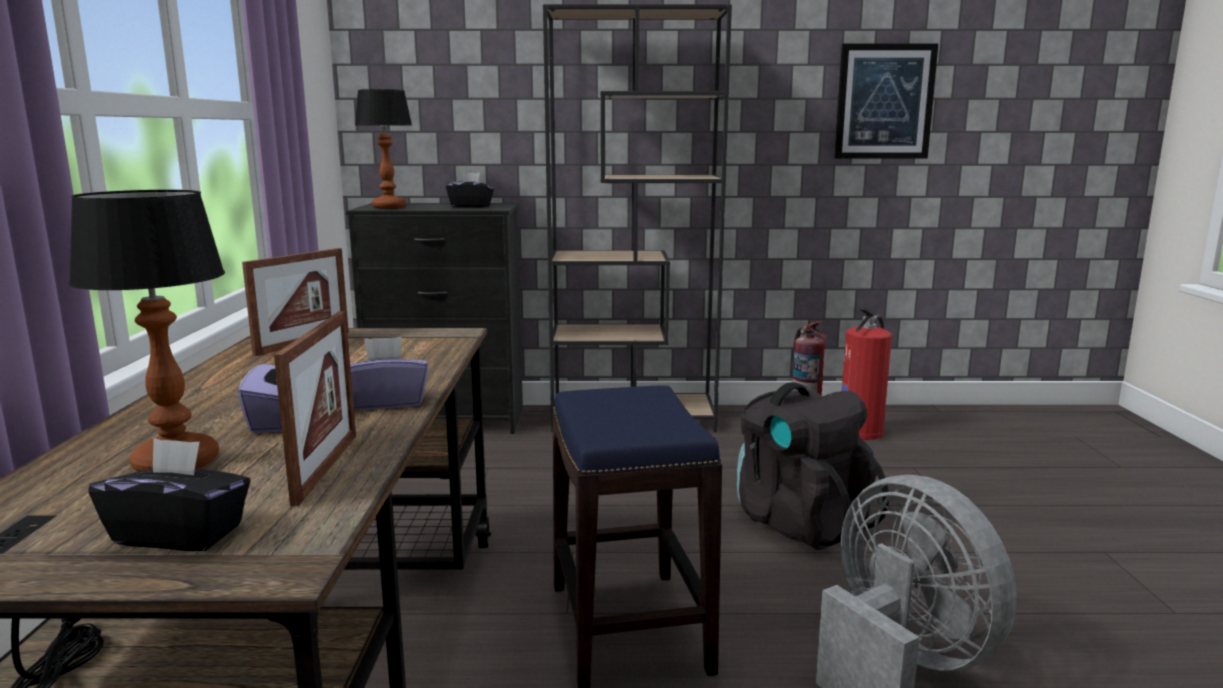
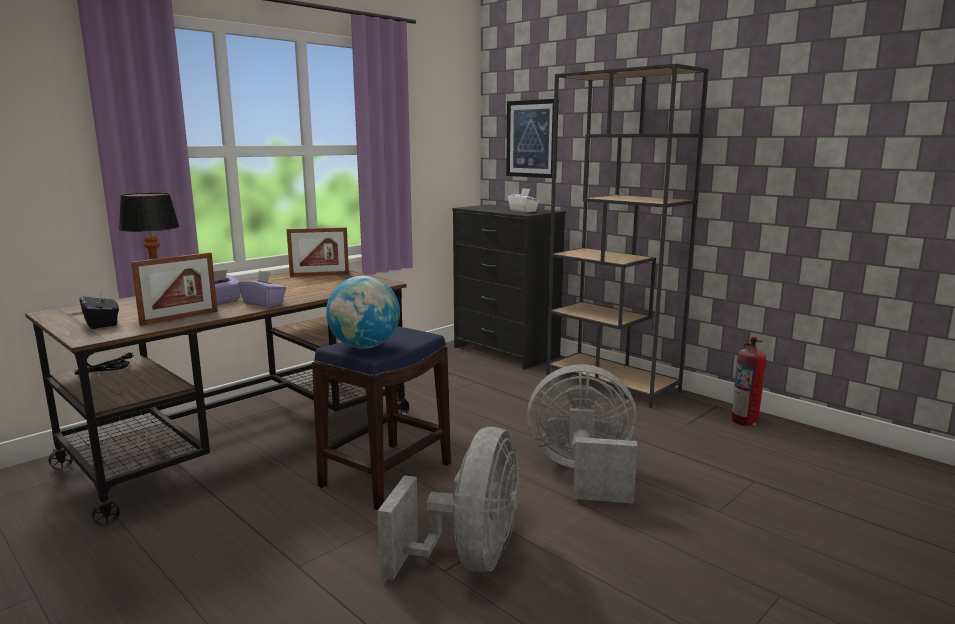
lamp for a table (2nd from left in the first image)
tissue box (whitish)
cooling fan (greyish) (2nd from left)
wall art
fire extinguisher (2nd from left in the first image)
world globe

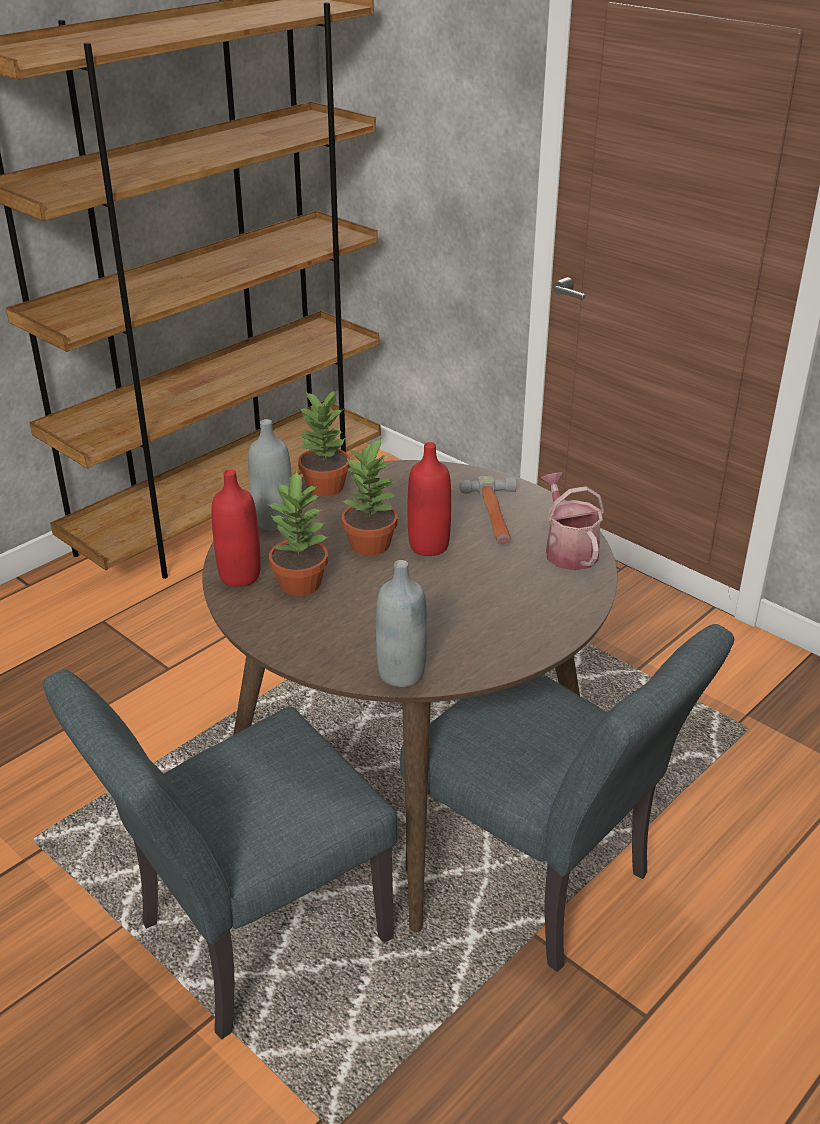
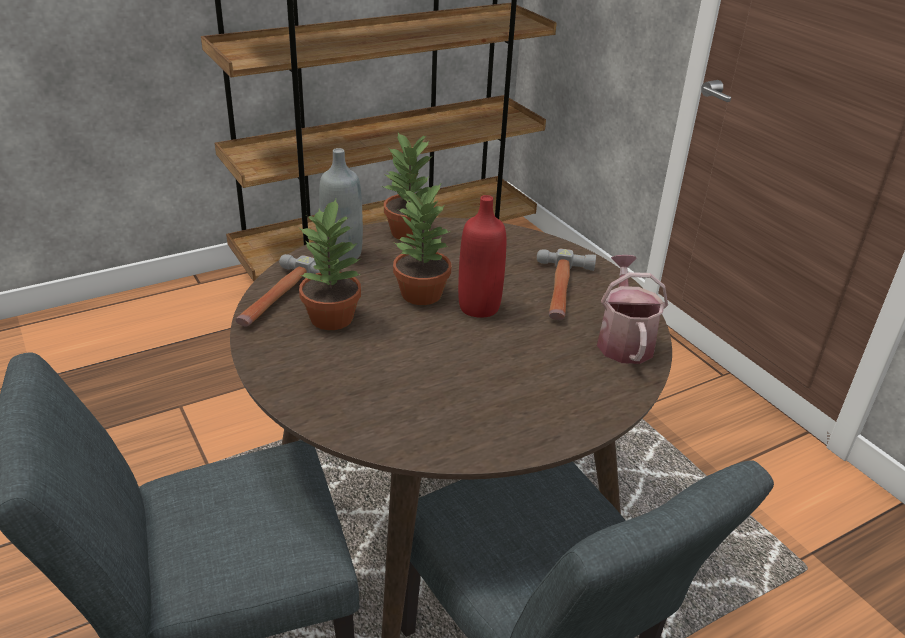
hammer (1st from left)
beverage bottle (greyish) (2nd from left in the first image)

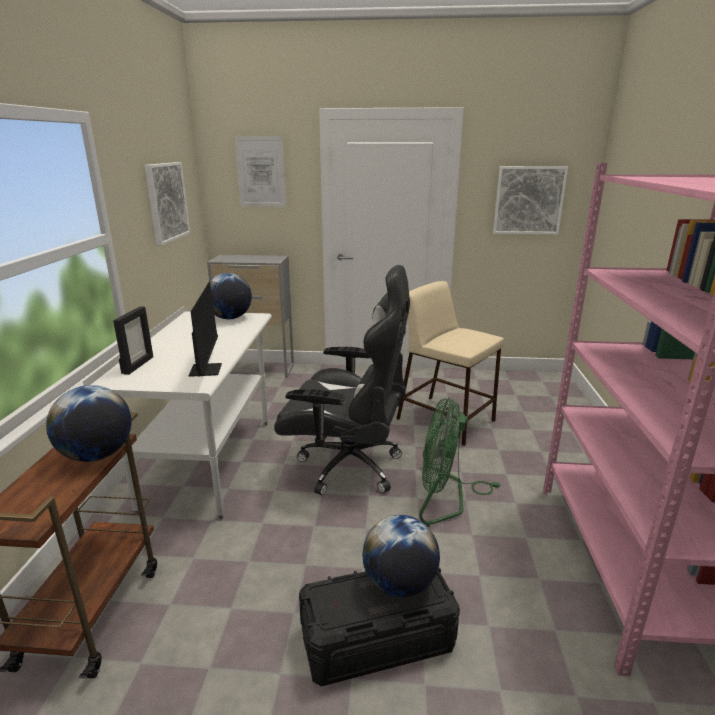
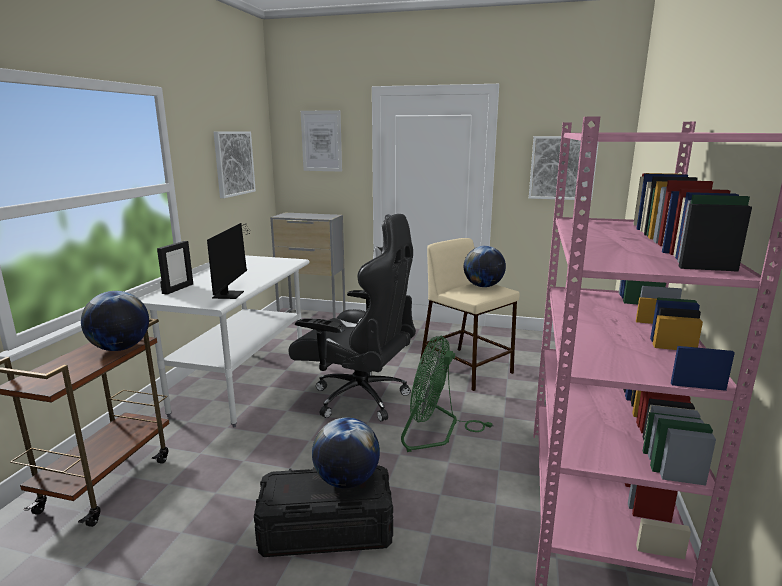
world globe (3rd from left)

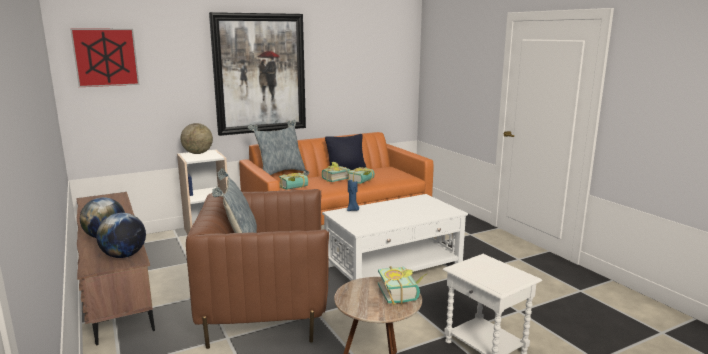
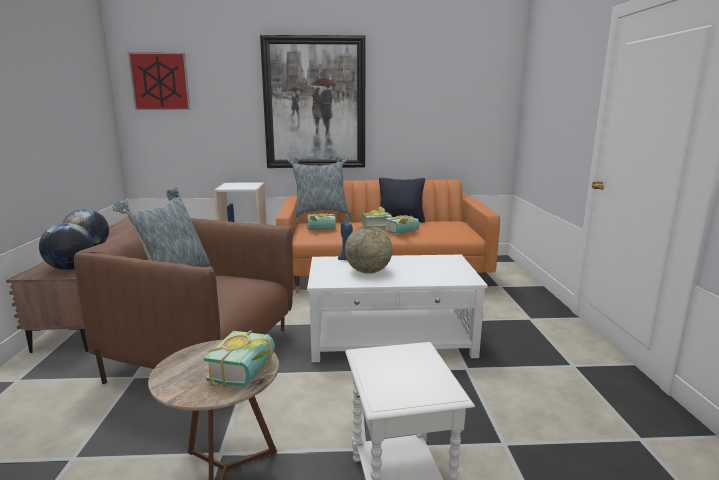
world globe (3rd from left)

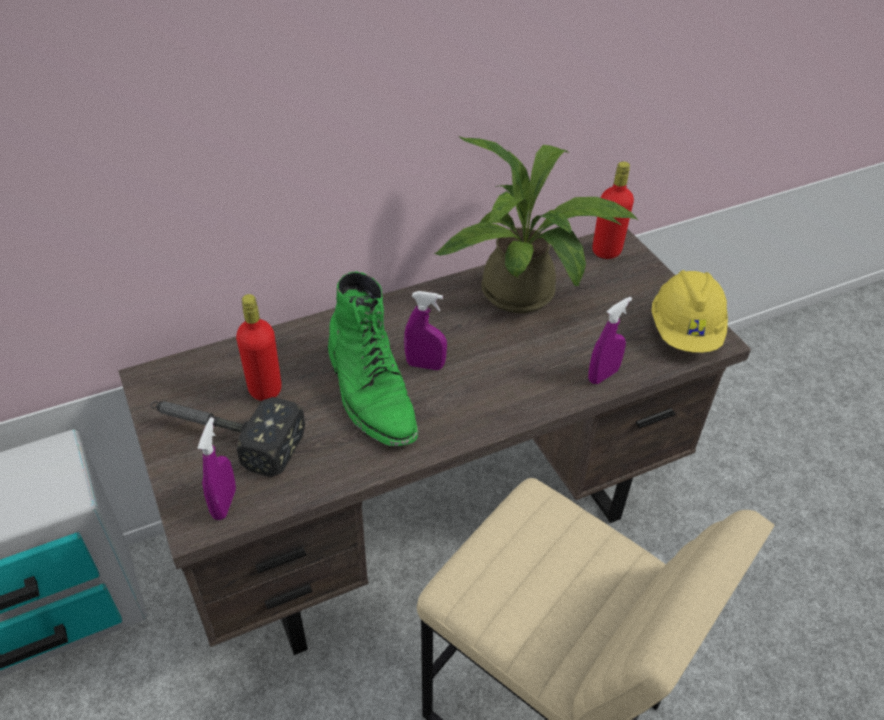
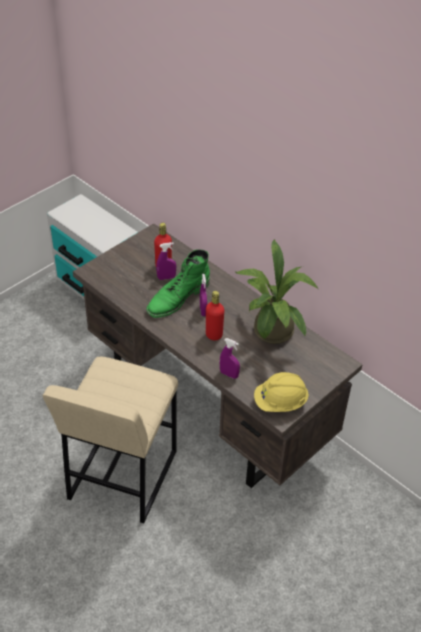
hammer
spray bottle (purple-coloured) (1st from left)
beverage bottle (red) (2nd from left)

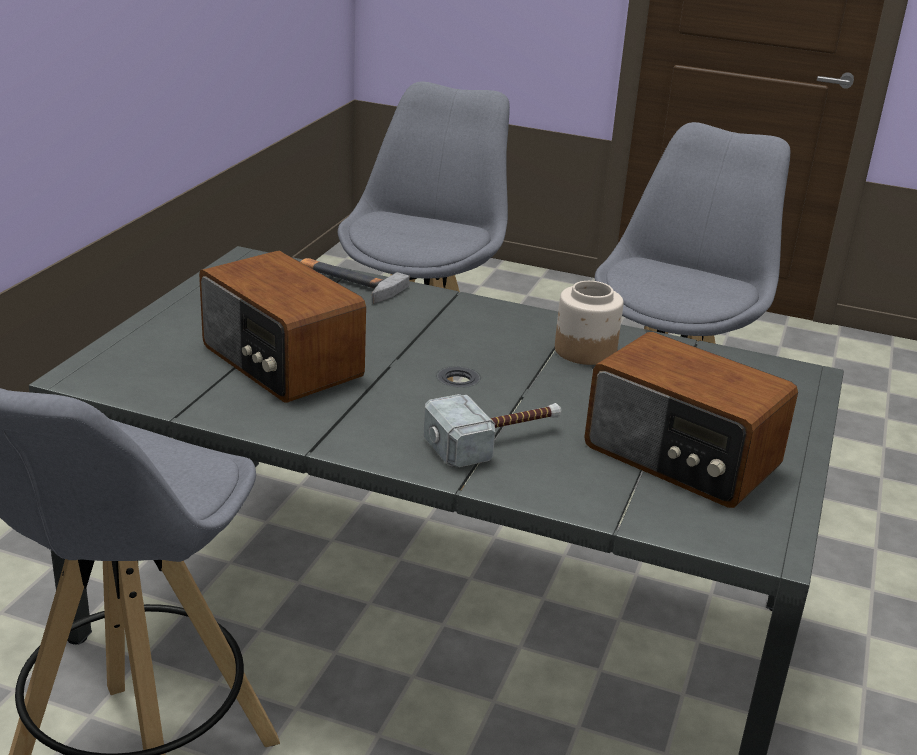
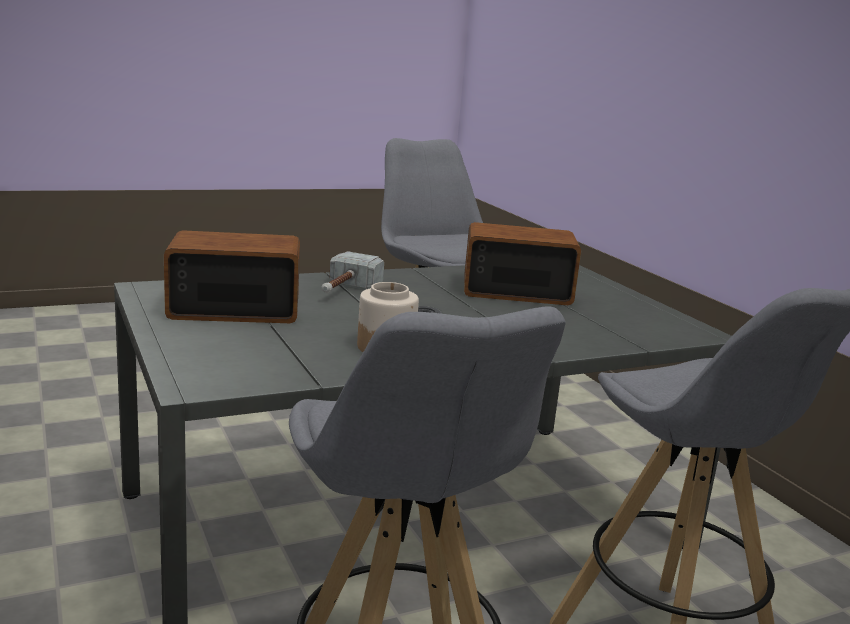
hammer (1st from left in the first image)

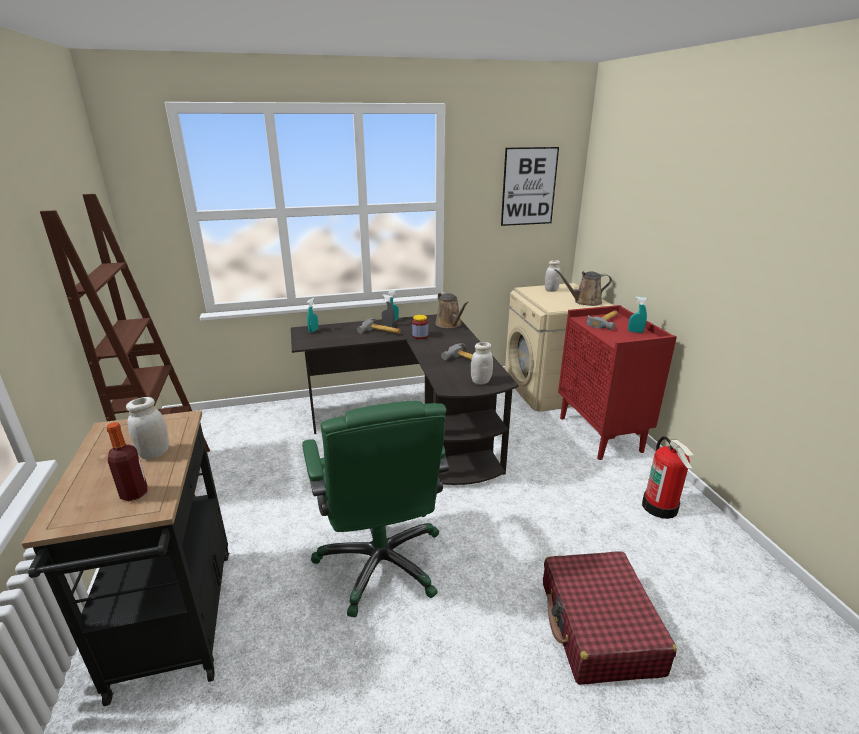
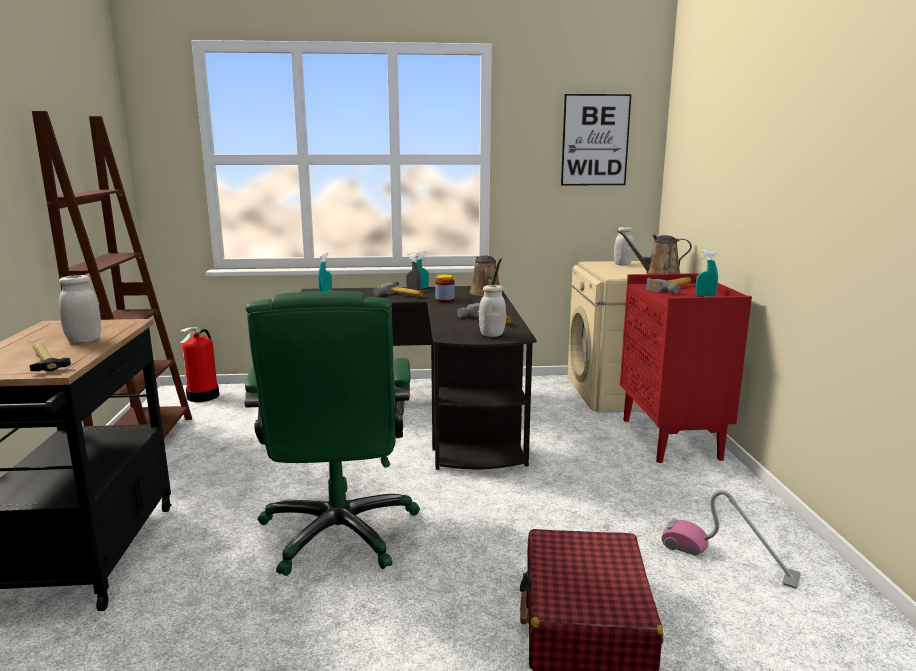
hammer (1st from left)
fire extinguisher
vacuum cleaner

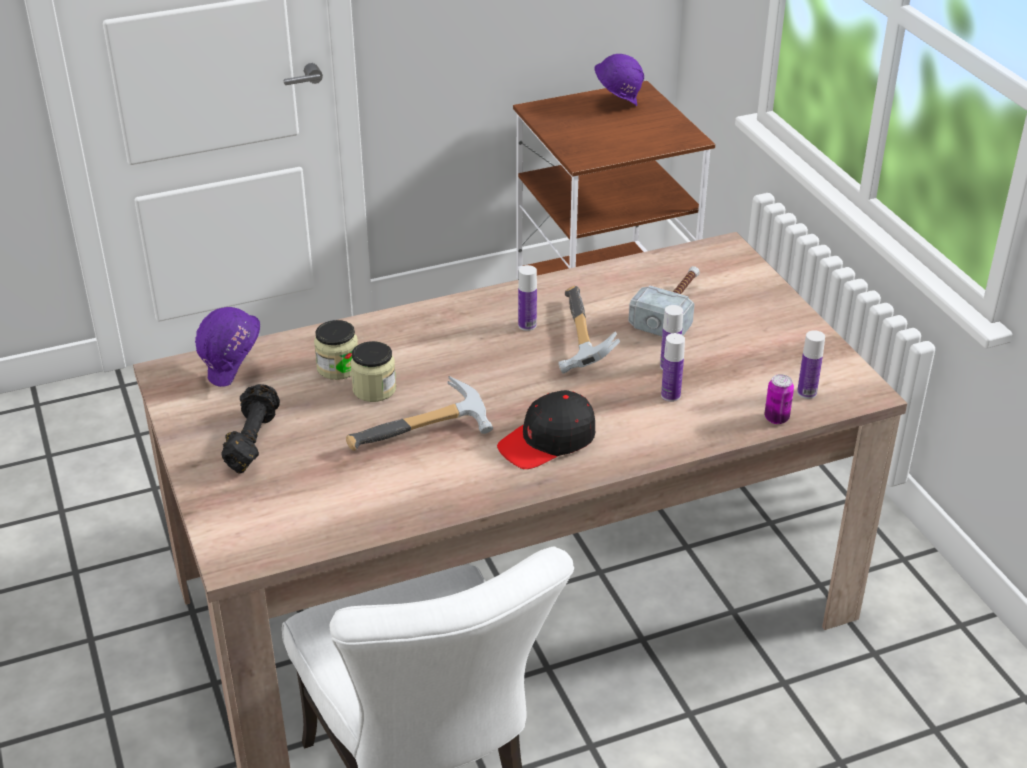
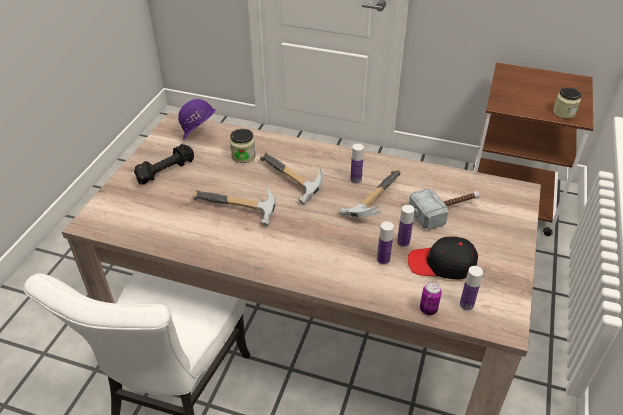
jar (2nd from left)
baseball cap (blackish)
work helmet (purple-coloured) (2nd from left in the first image)
hammer (2nd from left)

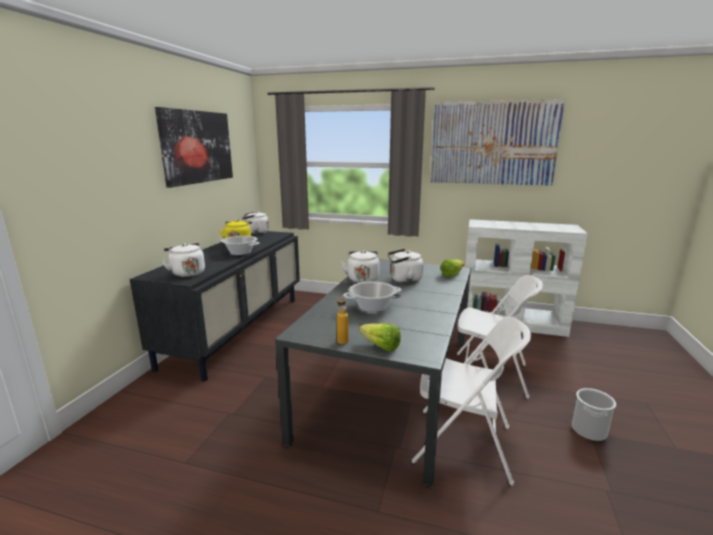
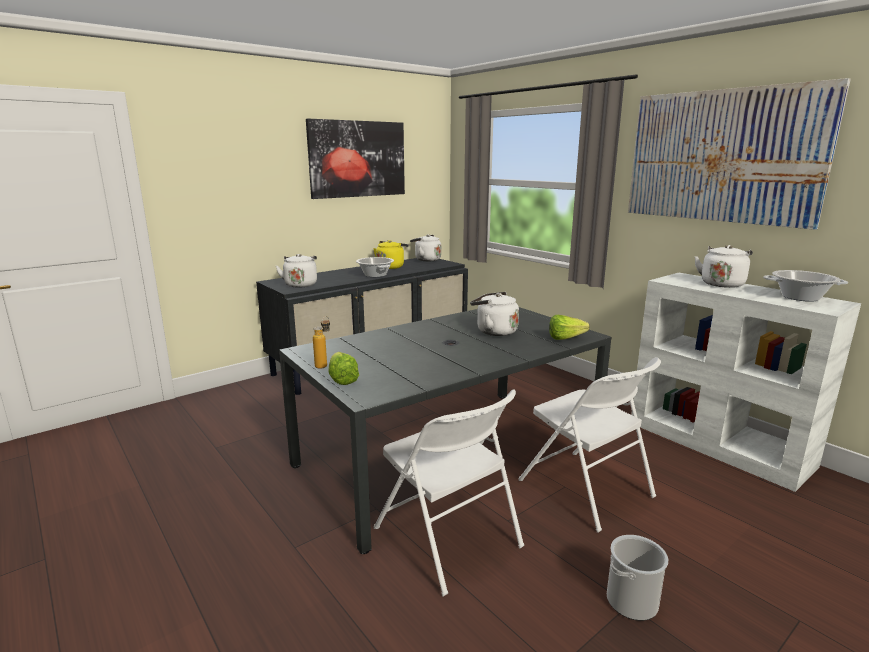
water kettle (whitish) (4th from left)
stockpot (2nd from left)

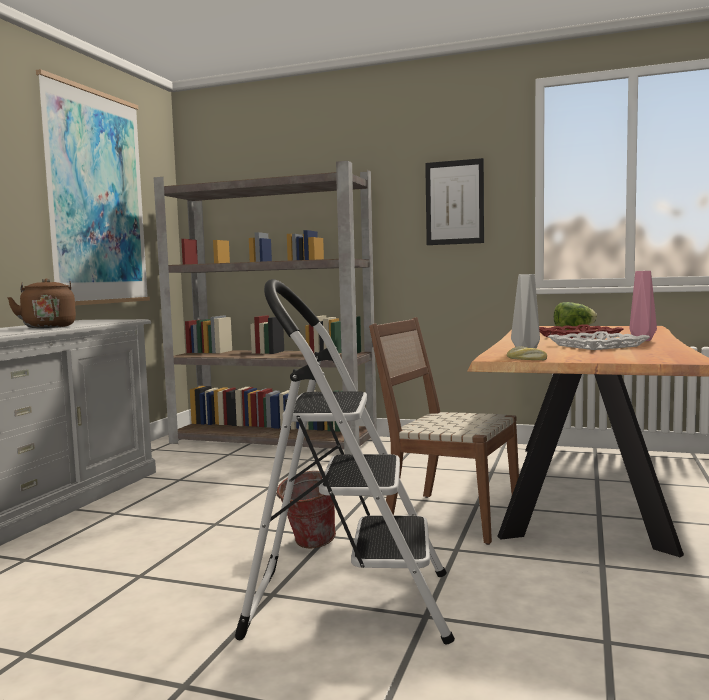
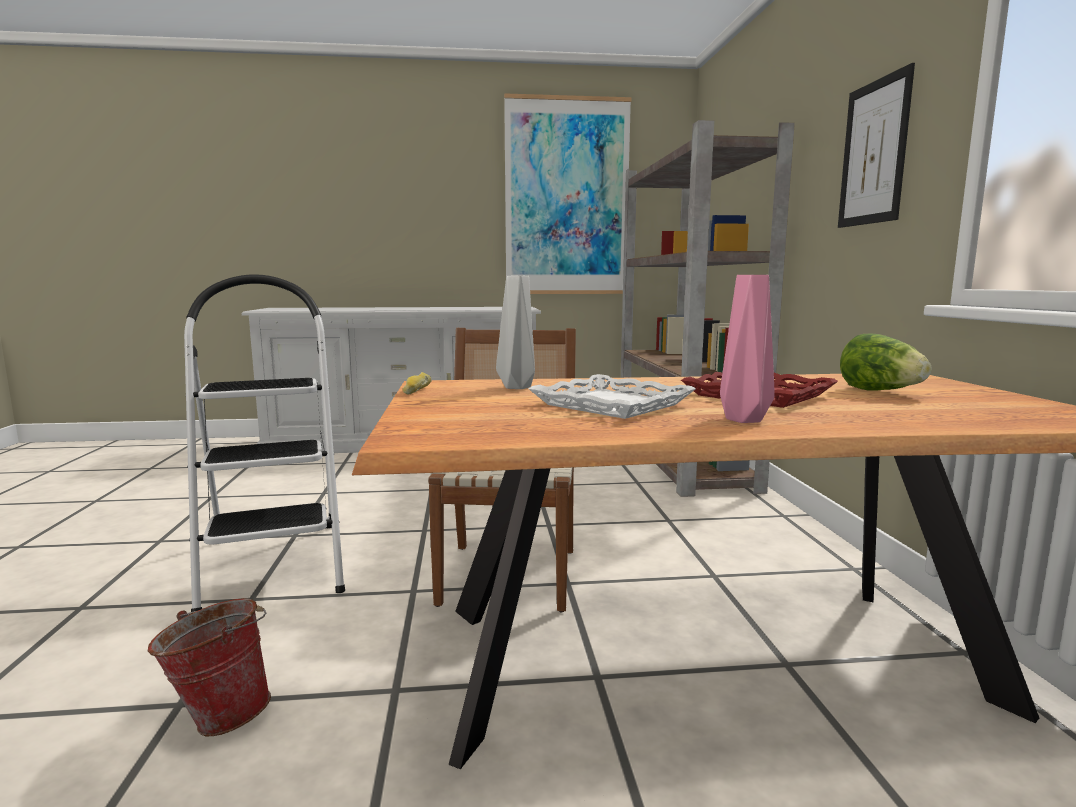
water kettle (brown)
bucket

